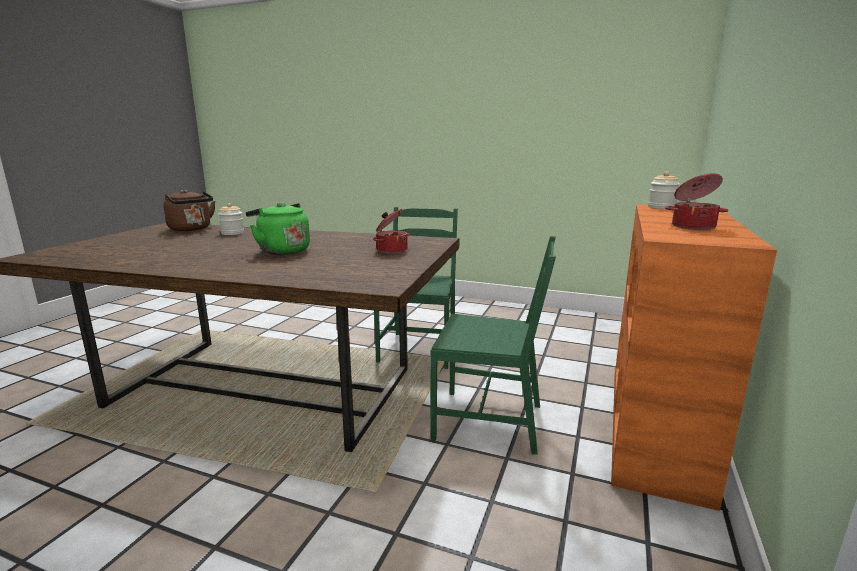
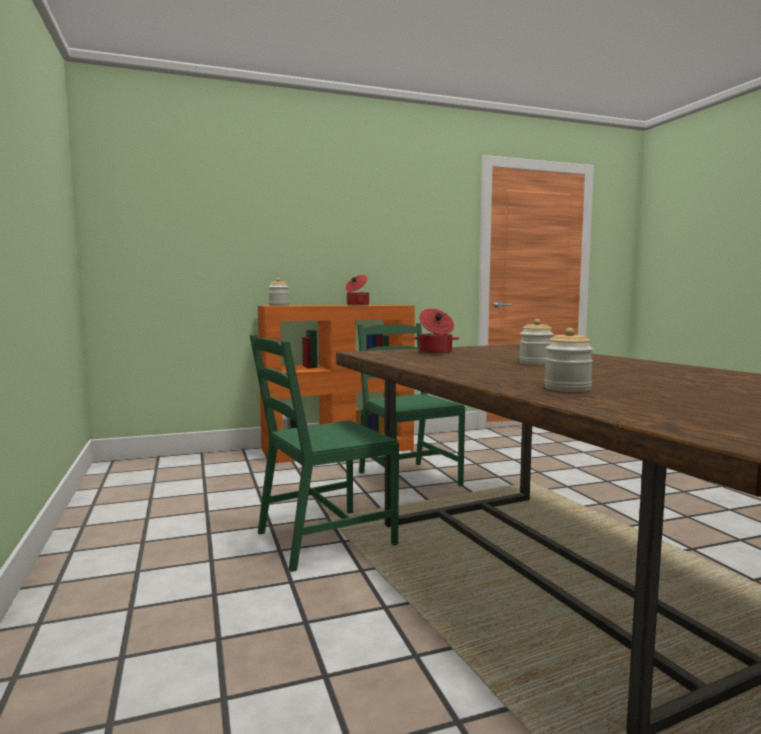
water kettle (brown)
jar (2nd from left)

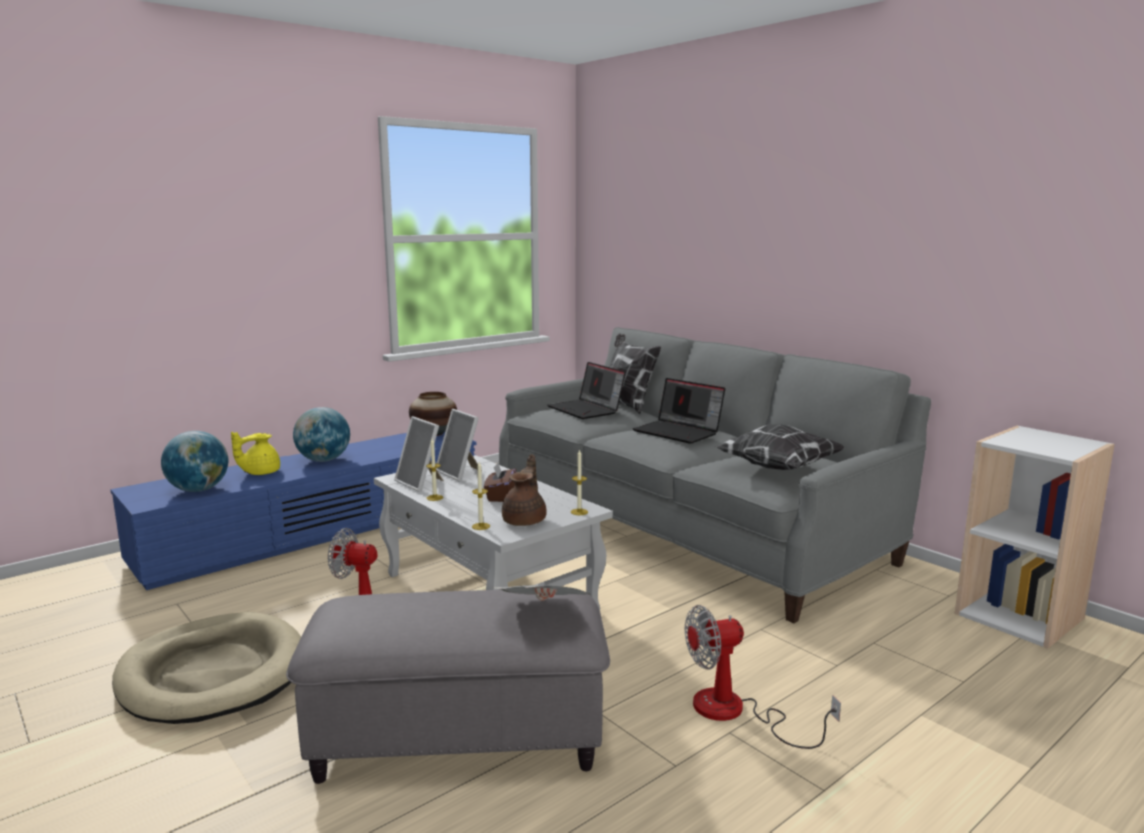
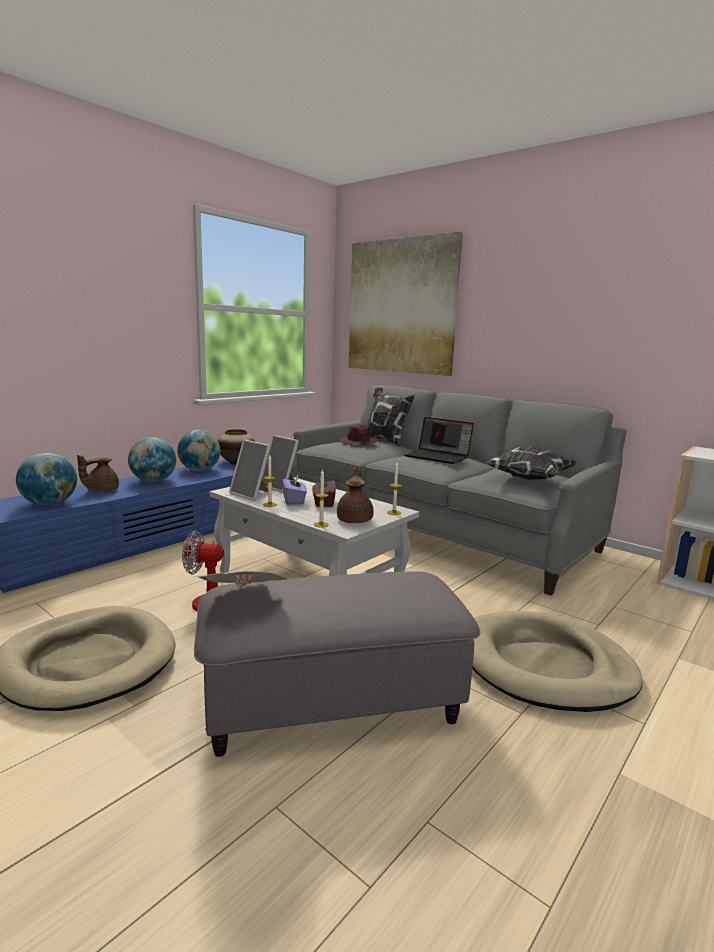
pot for tea (brown) (1st from left)
newspaper
hat (purple-coloured)
dog cushion (beige-coloured) (2nd from left)
world globe (3rd from left)
tissue box (purple-coloured)
wall art

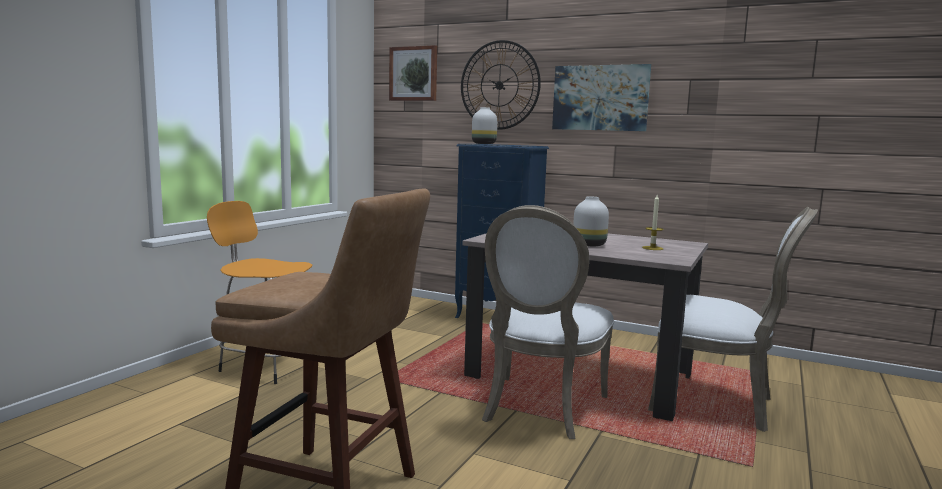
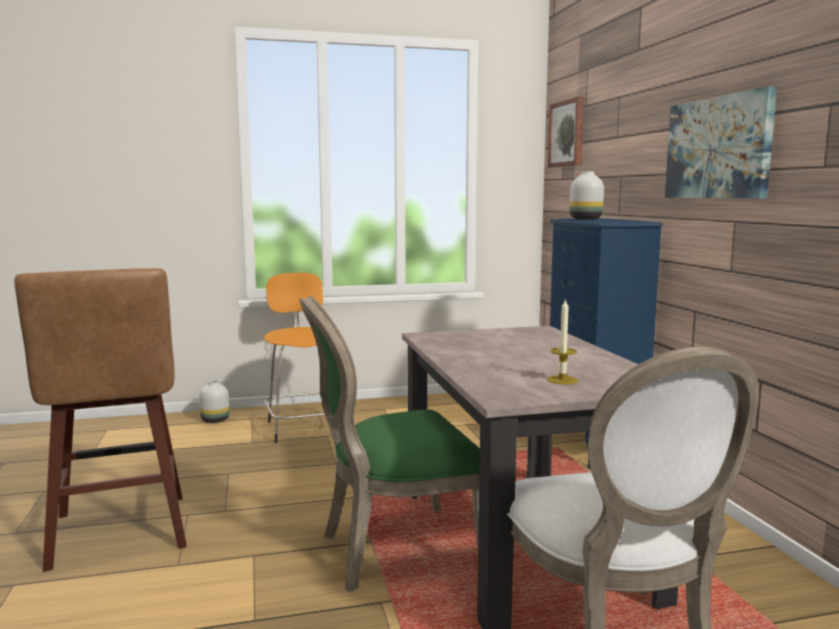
clock on the wall
chair (green)
vase (whitish) (1st from left)

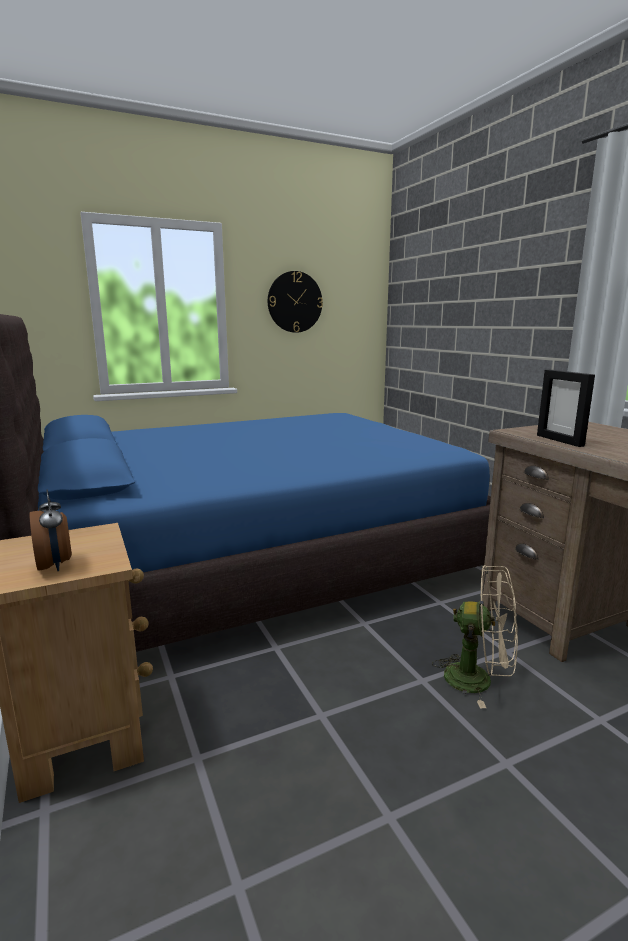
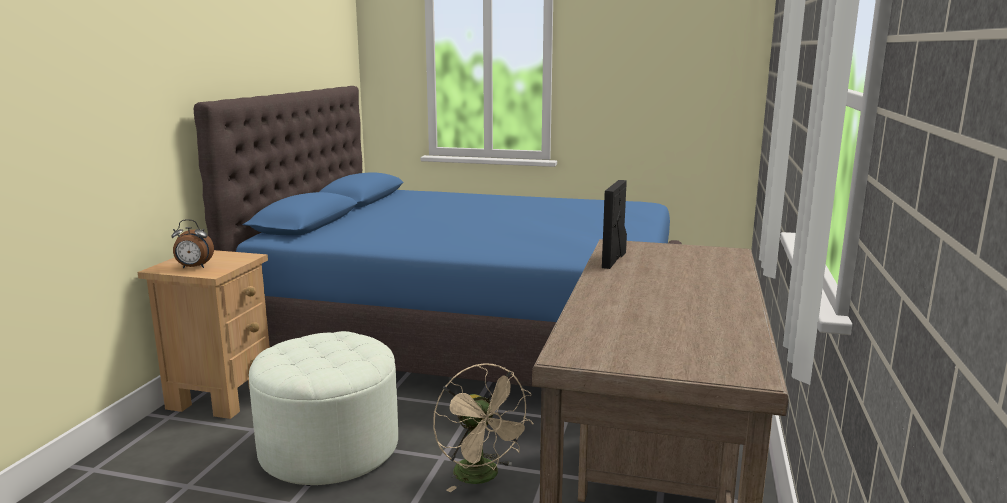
table clock
clock on the wall
pouffe (whitish)

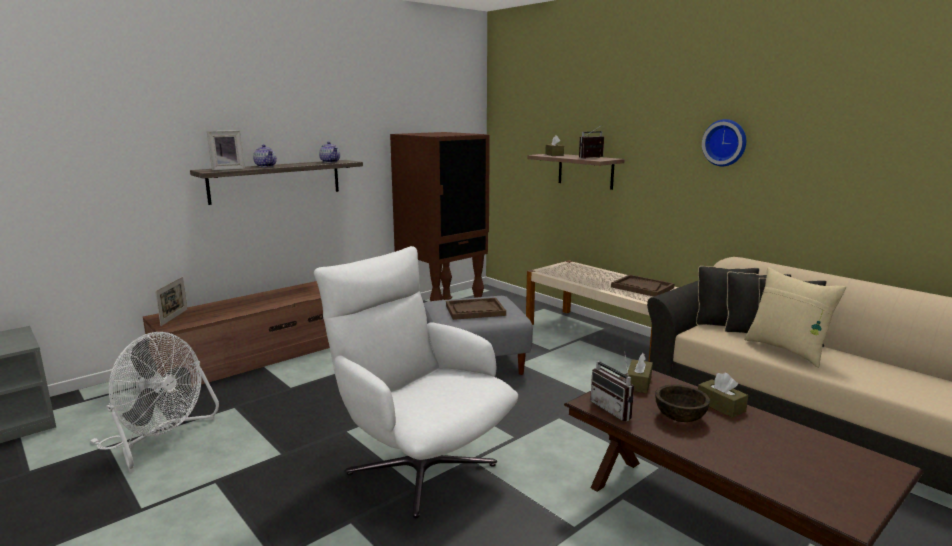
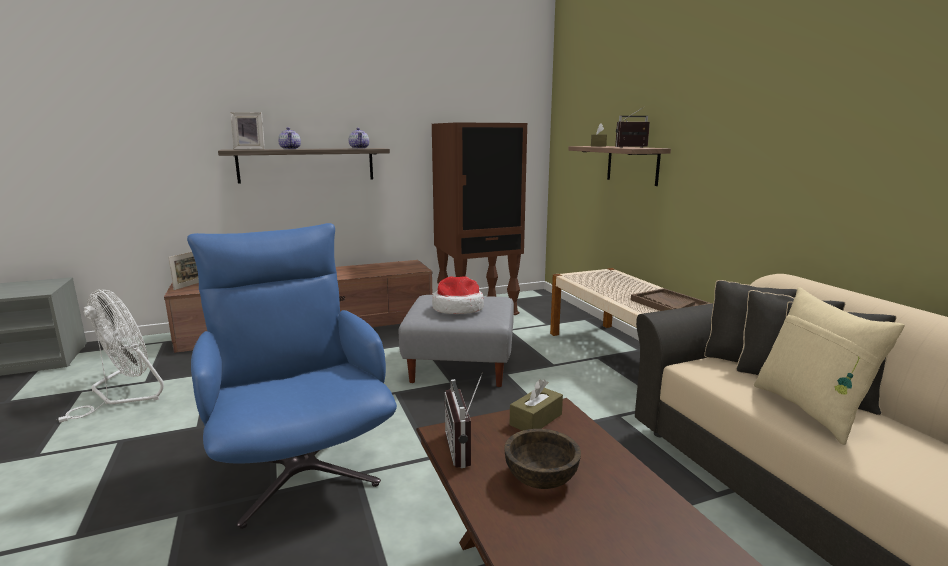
cooling fan (whitish)
easy chair (bluish)
hat
tissue box (brown) (3rd from left in the first image)
clock on the wall

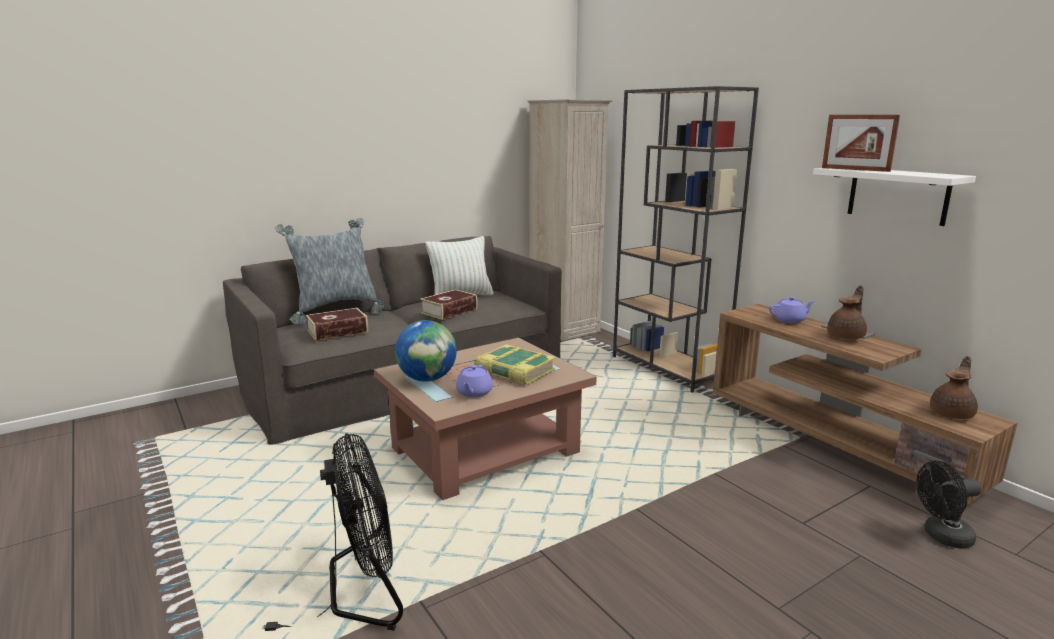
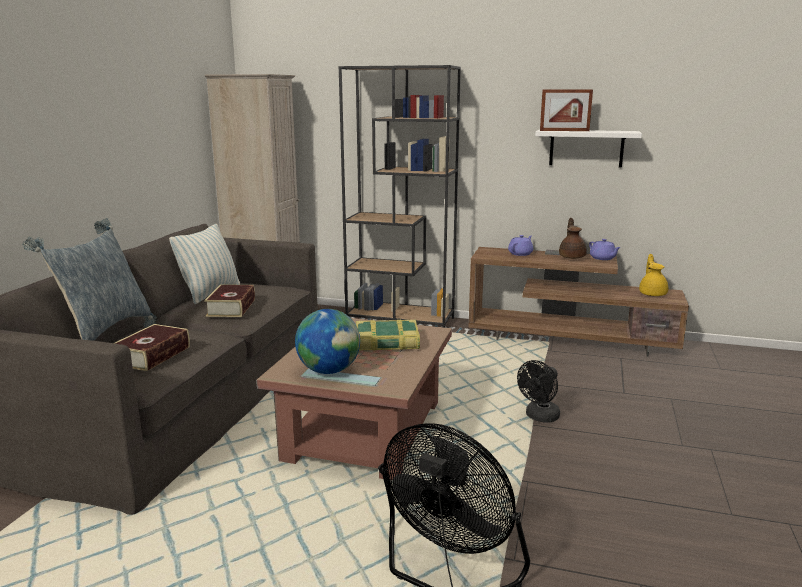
pot for tea (purple-coloured) (2nd from left)
cooling fan (blackish) (2nd from left)
pot for tea (yellowish)

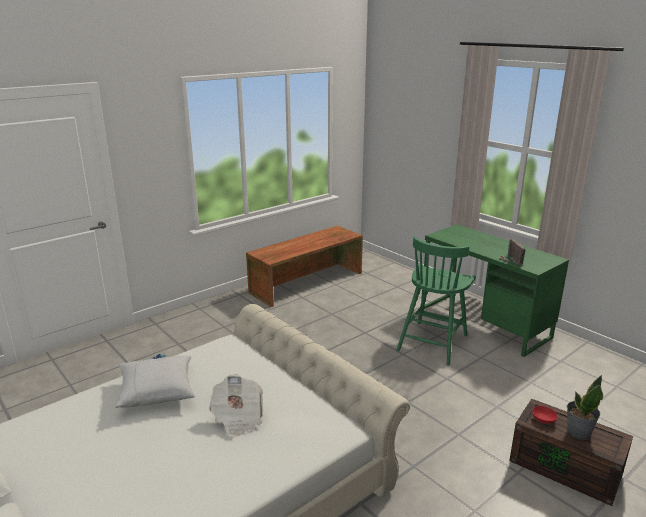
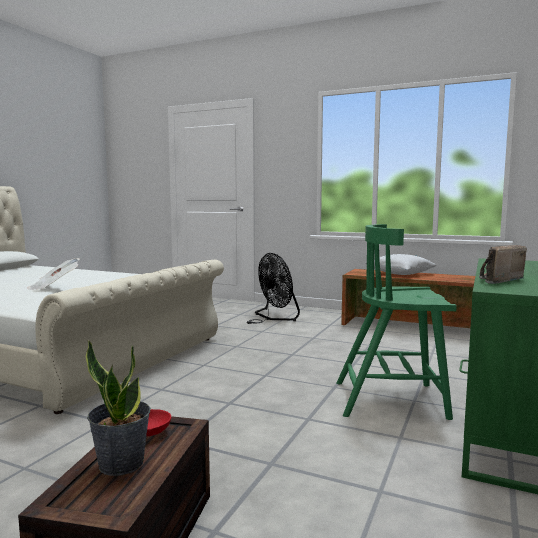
throw pillow (greyish)
cooling fan (blackish)

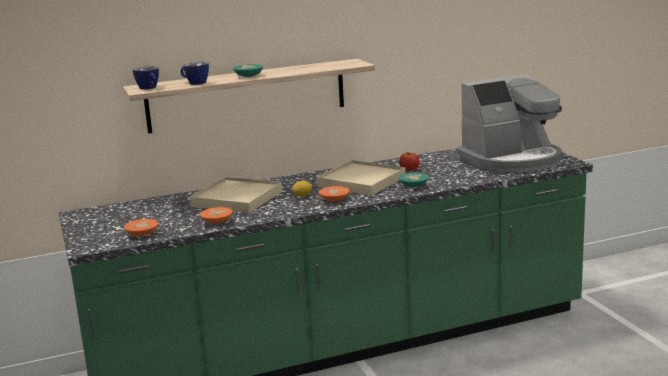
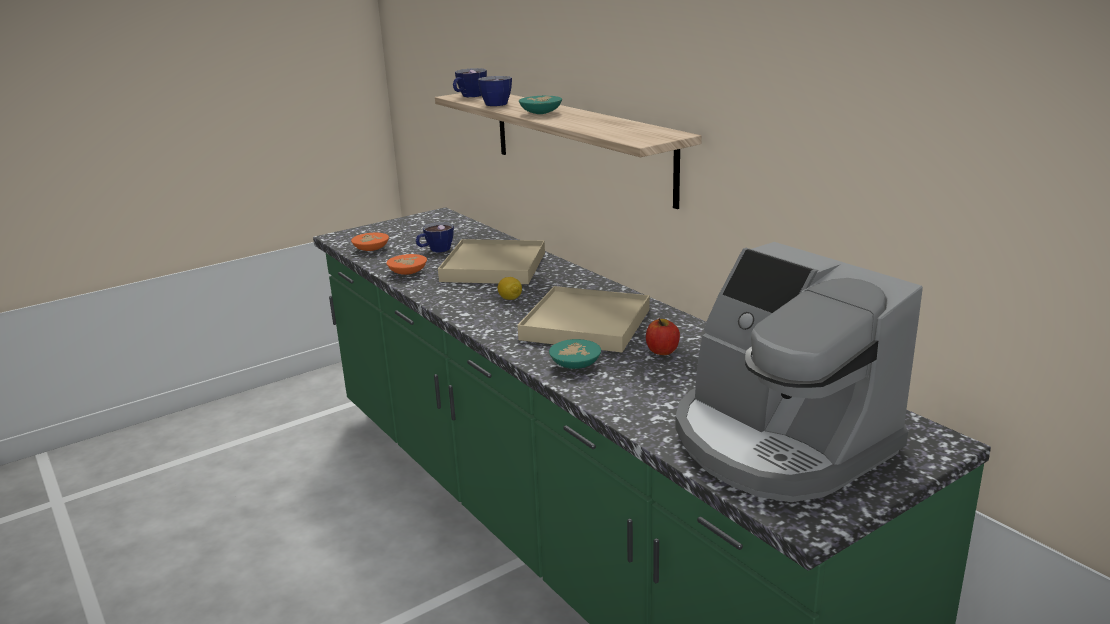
bowl (orangey) (3rd from left in the first image)
drinking cup (1st from left)

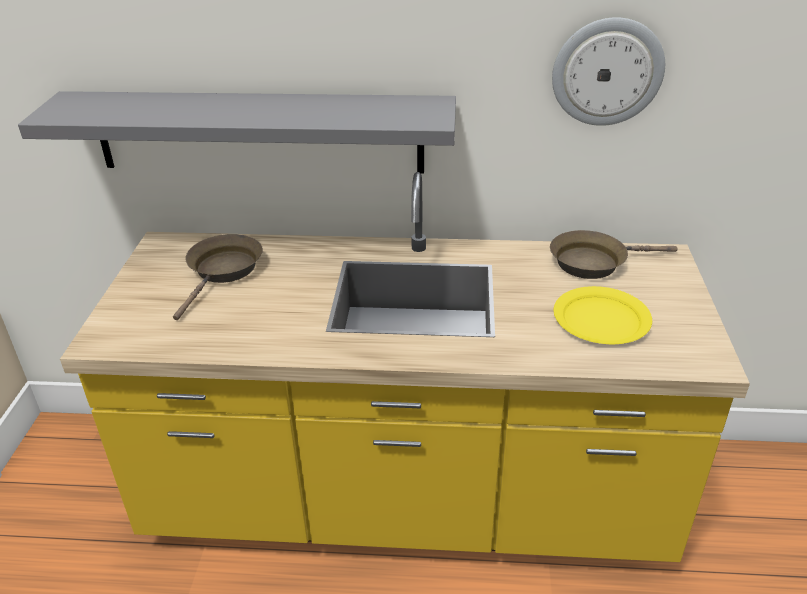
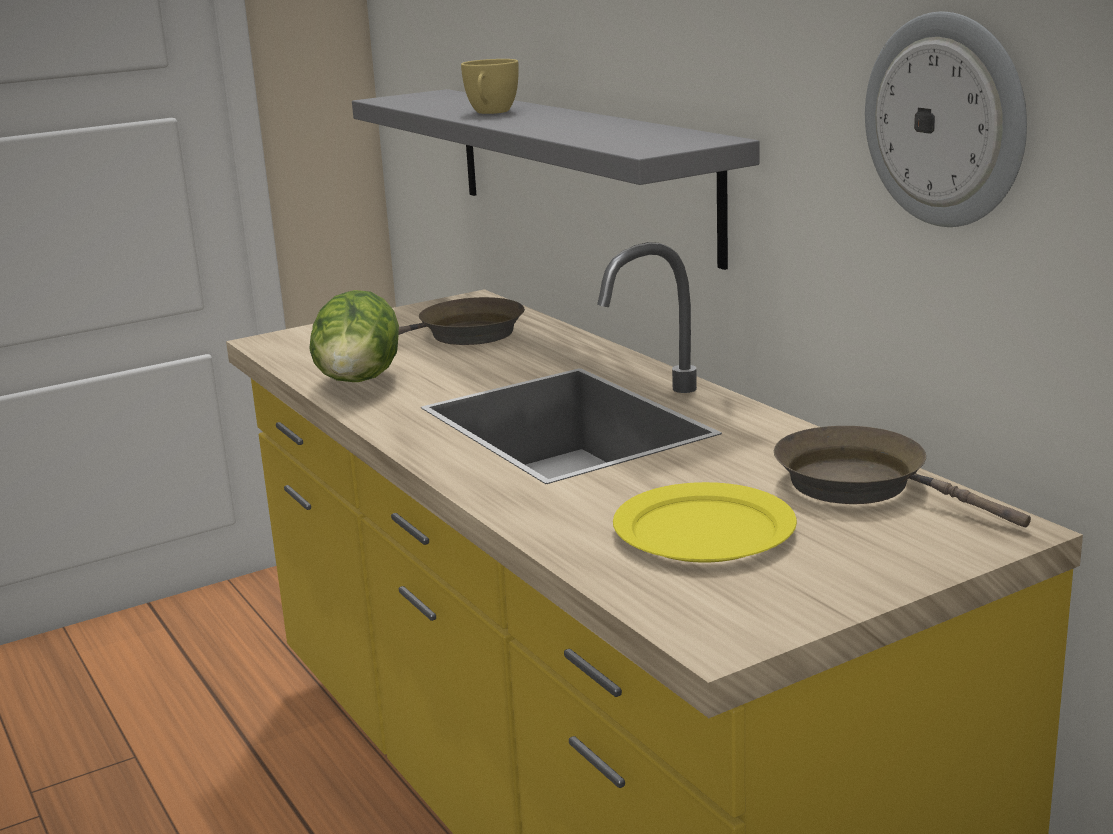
lettuce
drinking cup (yellowish)

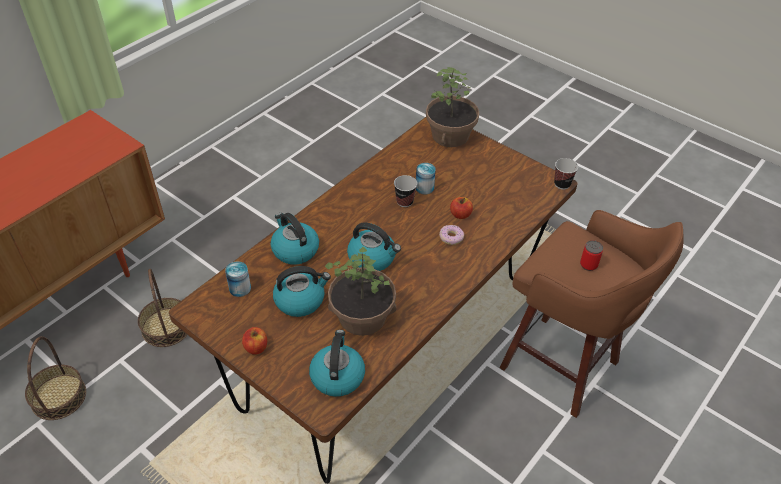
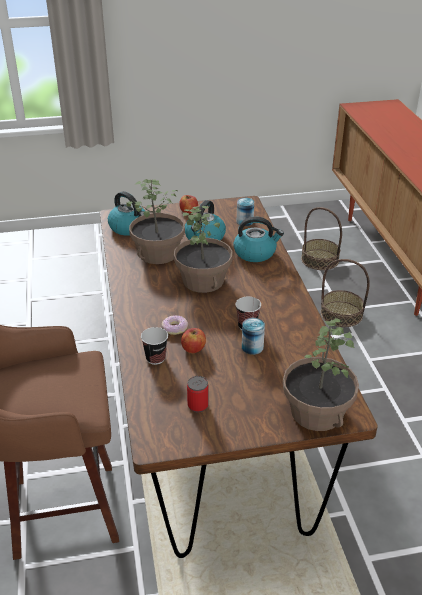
houseplant (2nd from left)
drinking cup (1st from left)
metal can (1st from left)

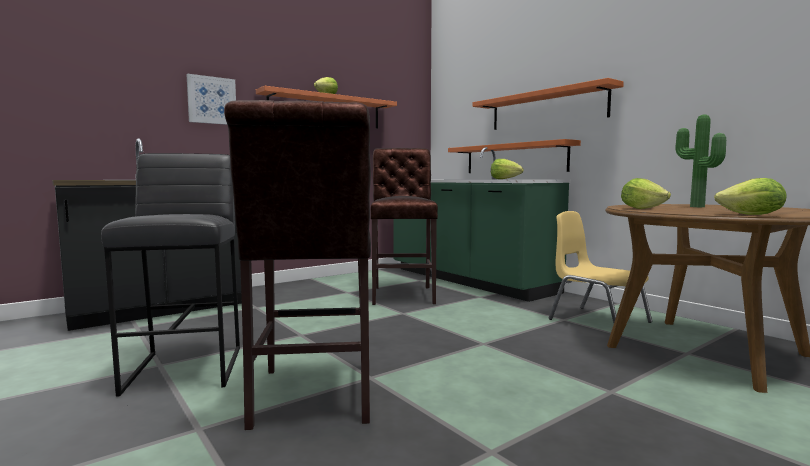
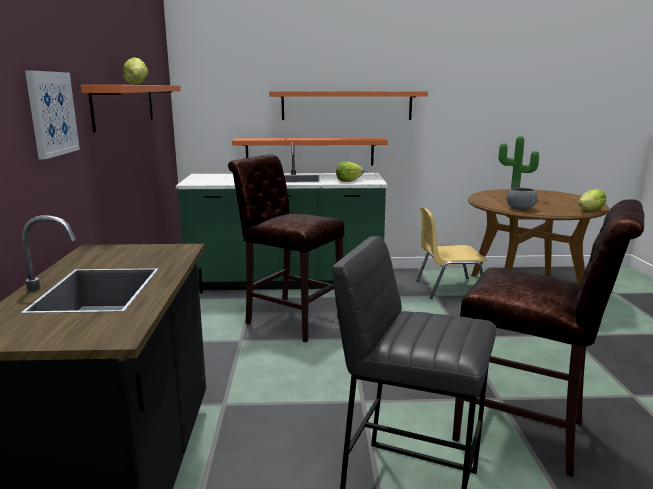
bowl (greyish)

